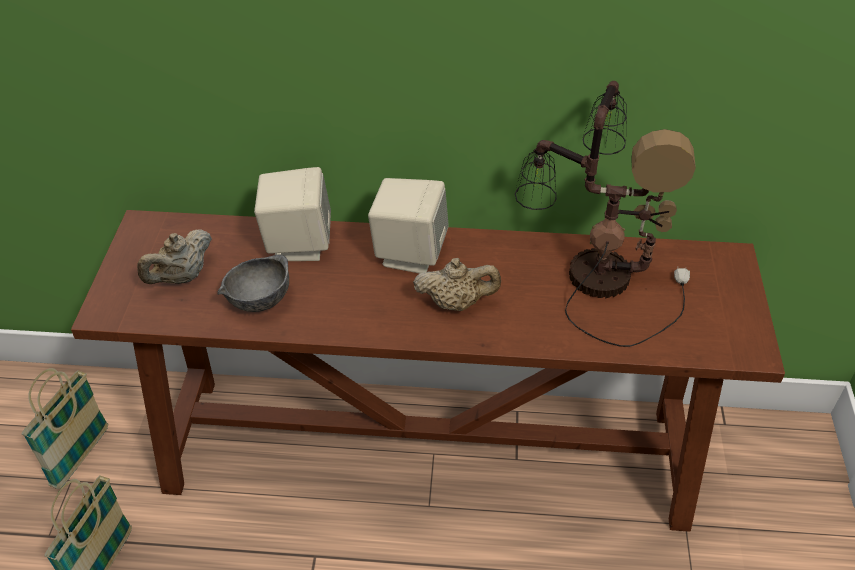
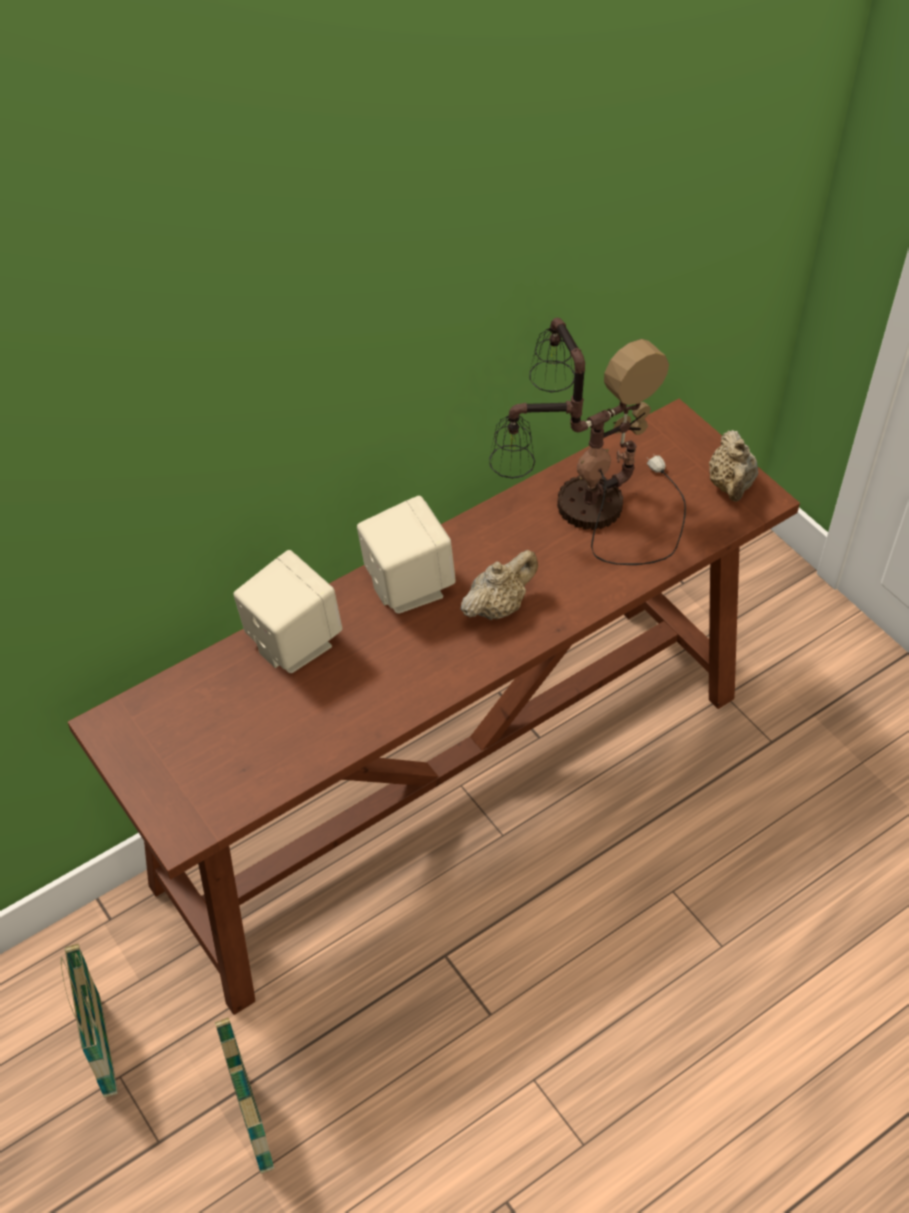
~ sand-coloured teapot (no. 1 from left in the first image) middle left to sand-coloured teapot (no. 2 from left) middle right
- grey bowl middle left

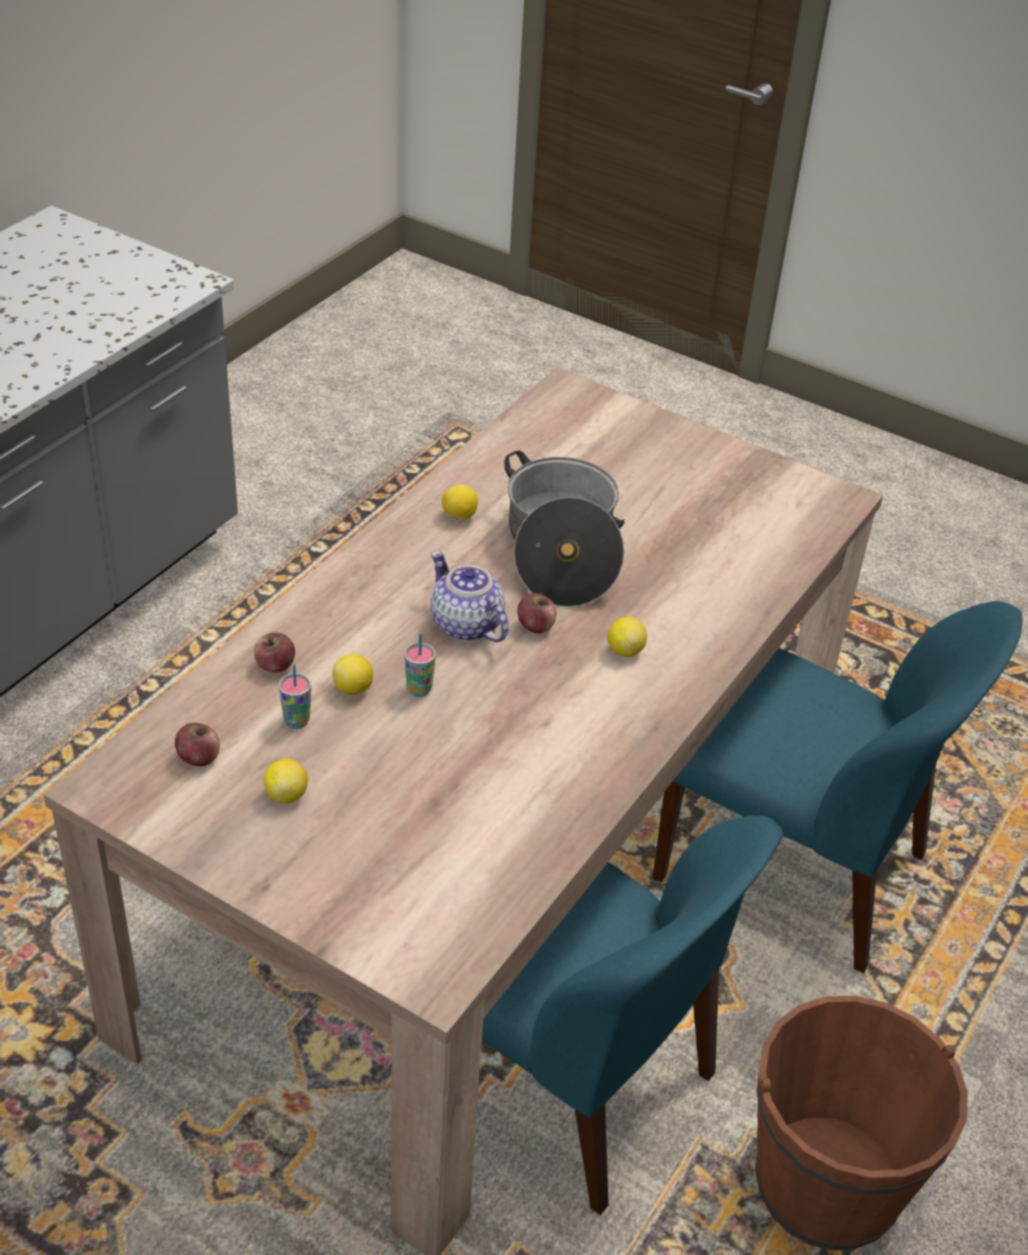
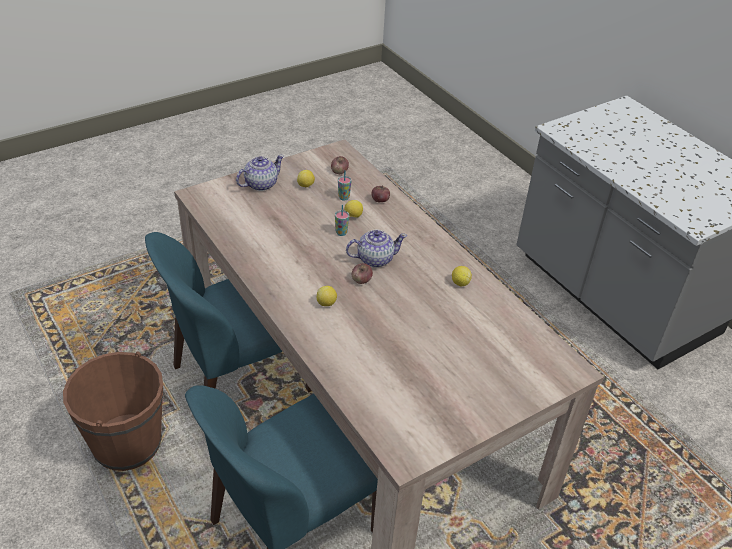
- saucepot centre
+ teapot (no. 1 from left) top centre

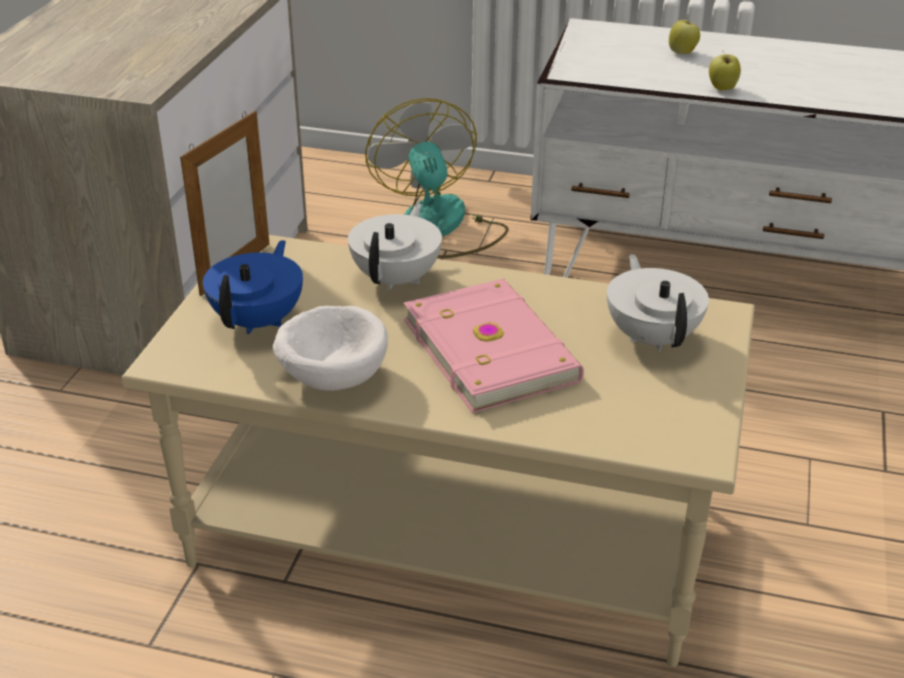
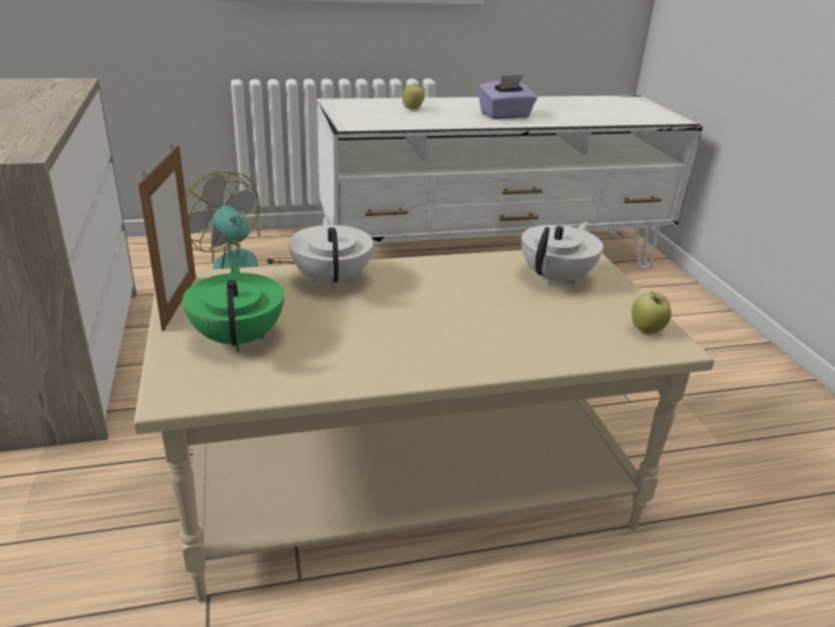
~ apple fruit (no. 2 from left) top right to middle right
~ blue-coloured teapot middle left to green teapot middle left
~ white teapot (no. 2 from left) middle right = middle right 75 degrees clockwise
- pinkish volume centre
- white bowl centre
+ purplish tissue box top centre

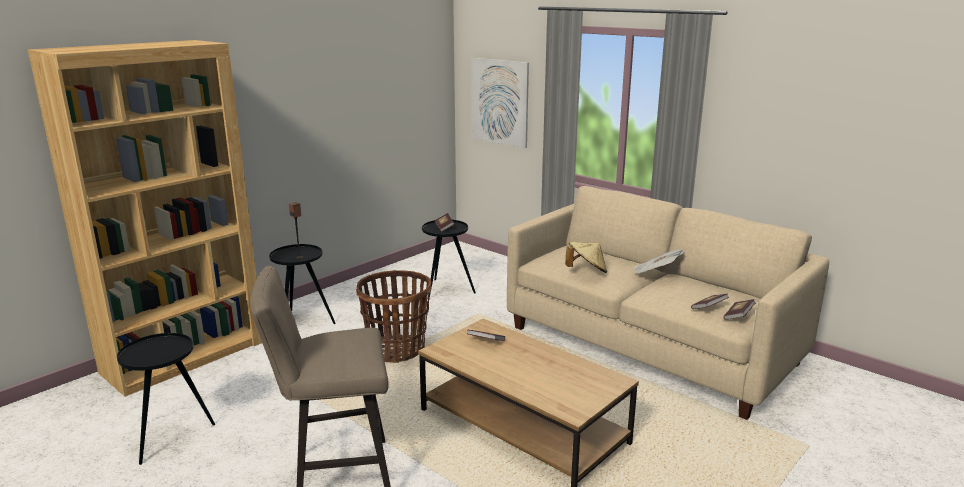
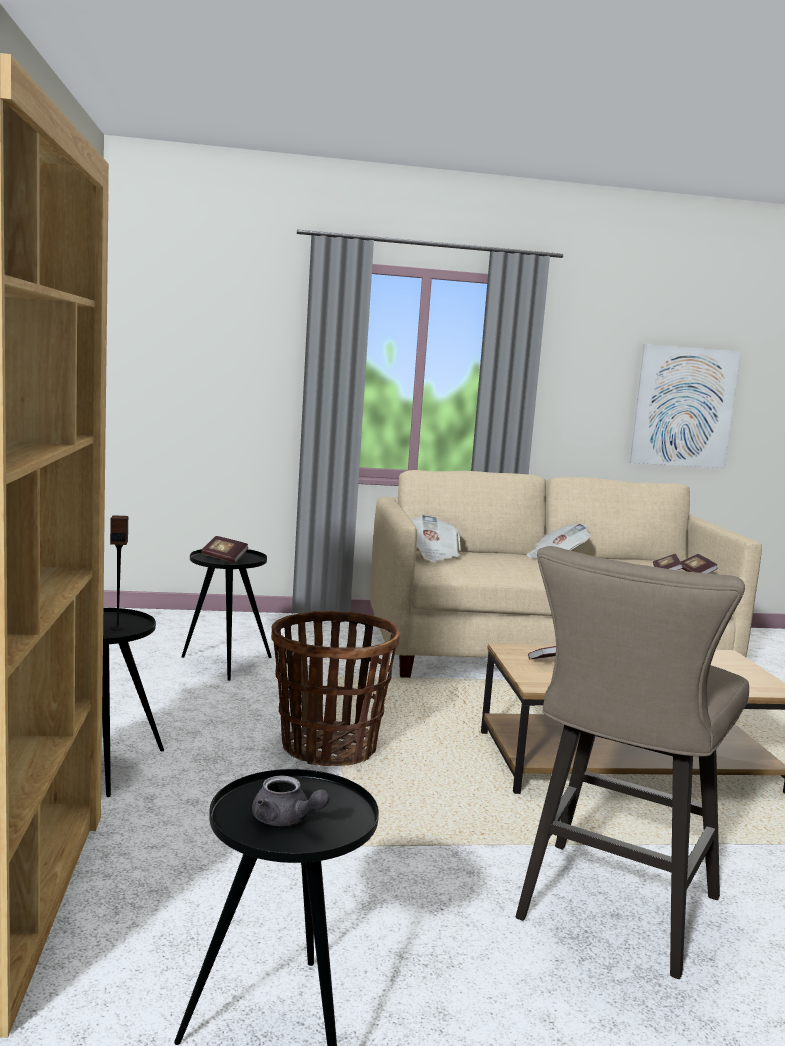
~ wall art top centre to middle right
- sand-coloured hat centre
+ printed paper (no. 1 from left) centre
+ grey teapot bottom centre

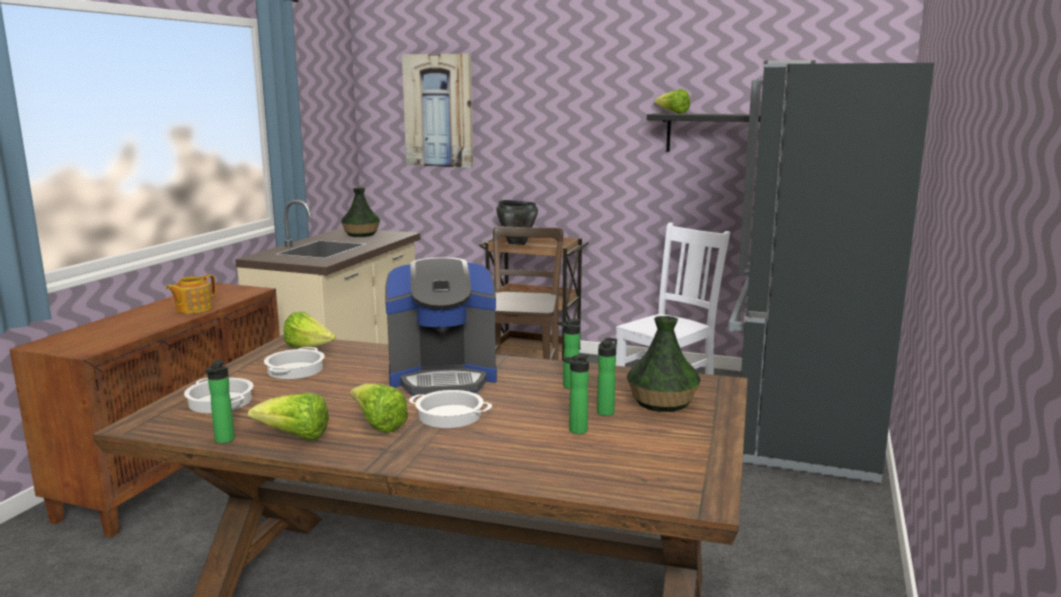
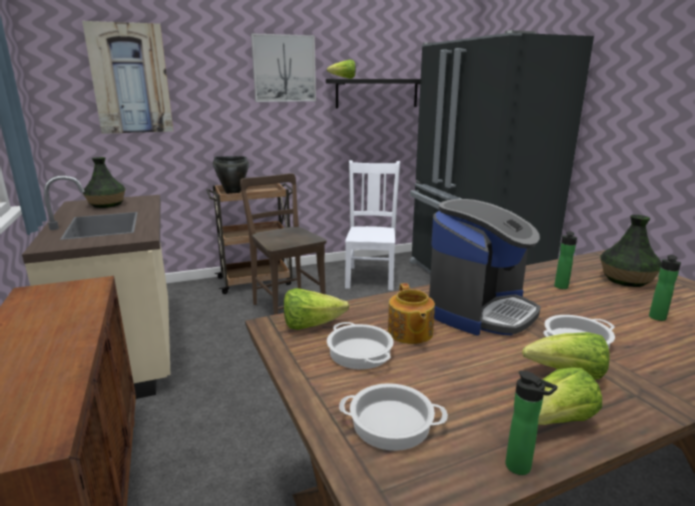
~ teapot middle left to centre
- drink bottle (no. 4 from left) centre
+ wall art (no. 2 from left) top centre

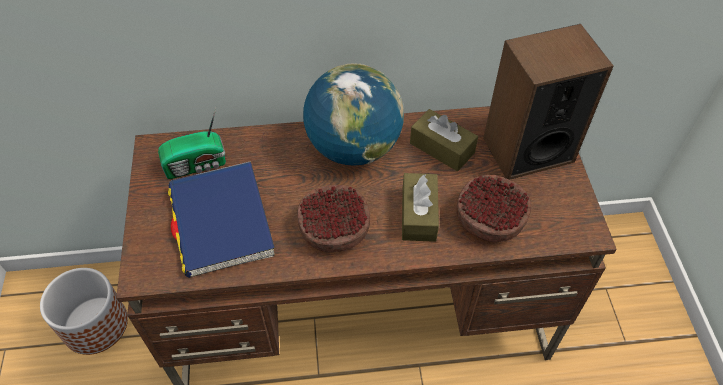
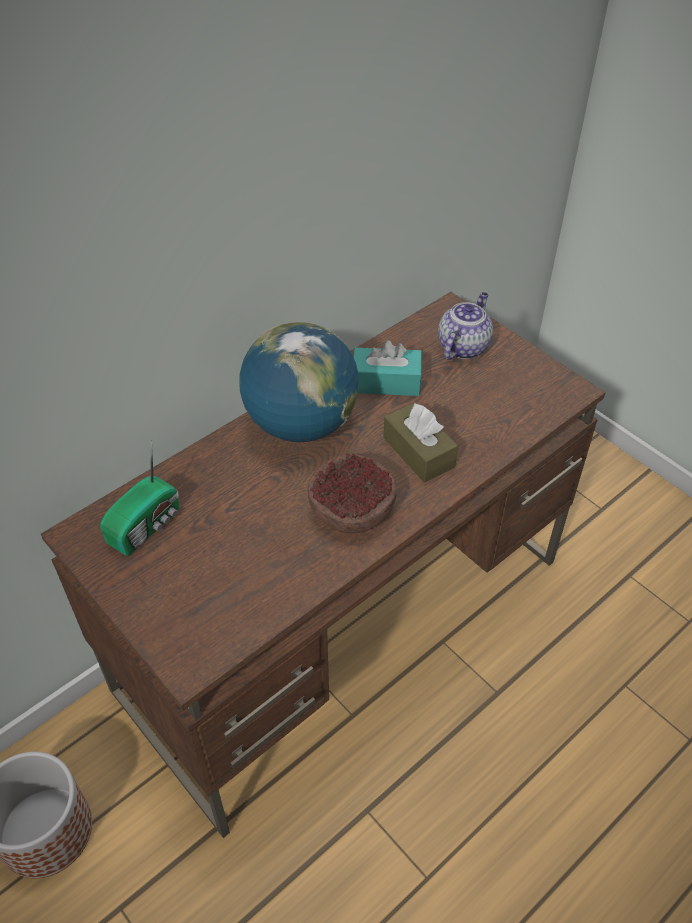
~ audio speaker top right to teapot middle right
~ brown tissue box (no. 2 from left) centre to blue-green tissue box centre
- blue-coloured volume middle left
- bowl (no. 2 from left) middle right

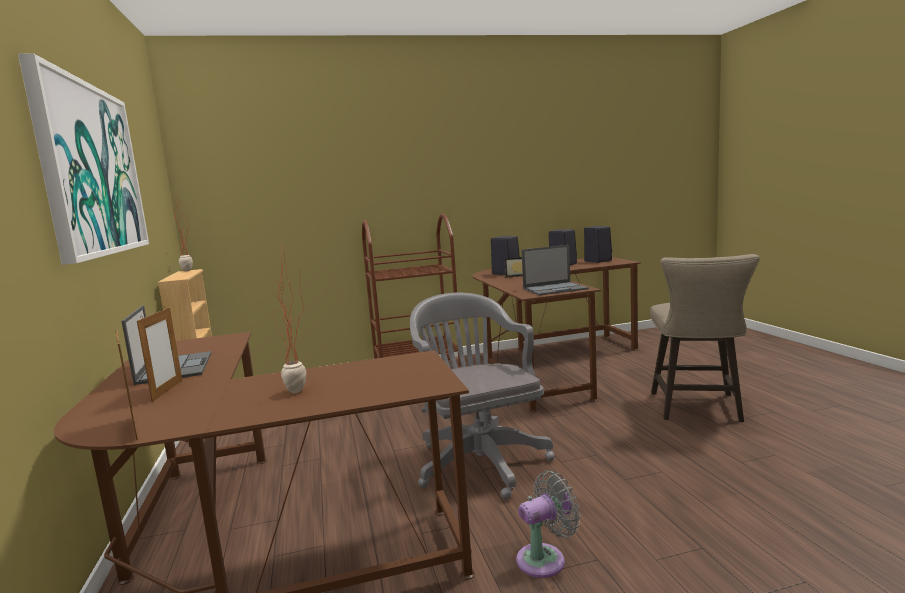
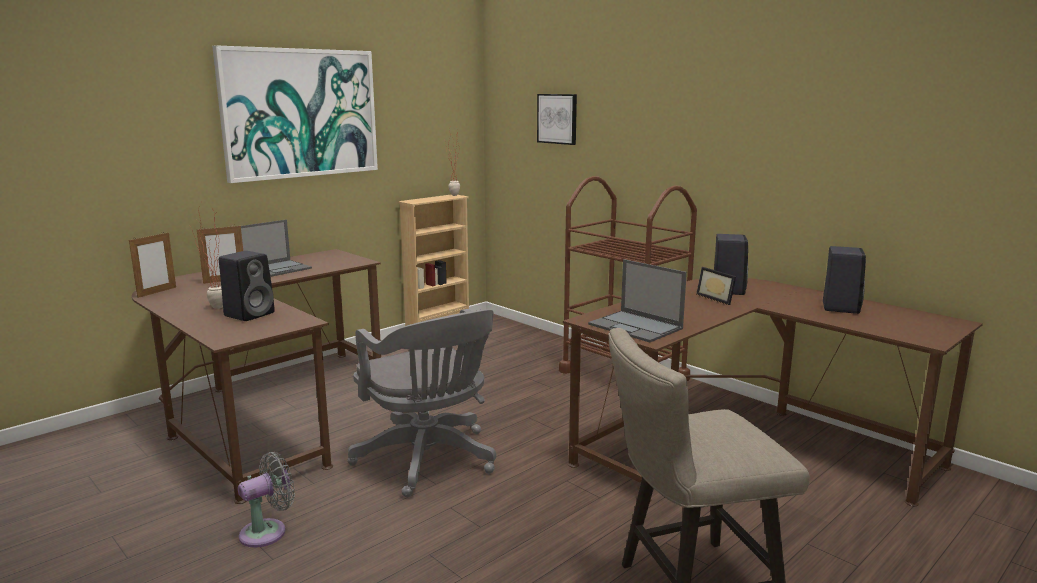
~ black-coloured audio speaker (no. 3 from left in the first image) centre to black-coloured audio speaker (no. 1 from left) middle left
~ grey office chair bottom centre = bottom centre 105 degrees clockwise
~ grey electric fan bottom centre = bottom left 75 degrees counterclockwise
+ wall art (no. 2 from left) top centre

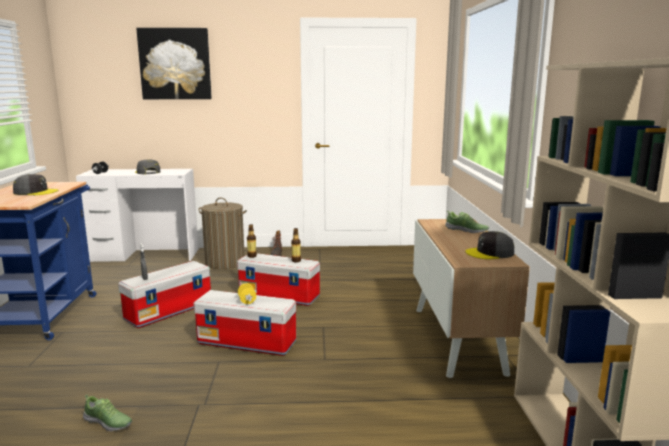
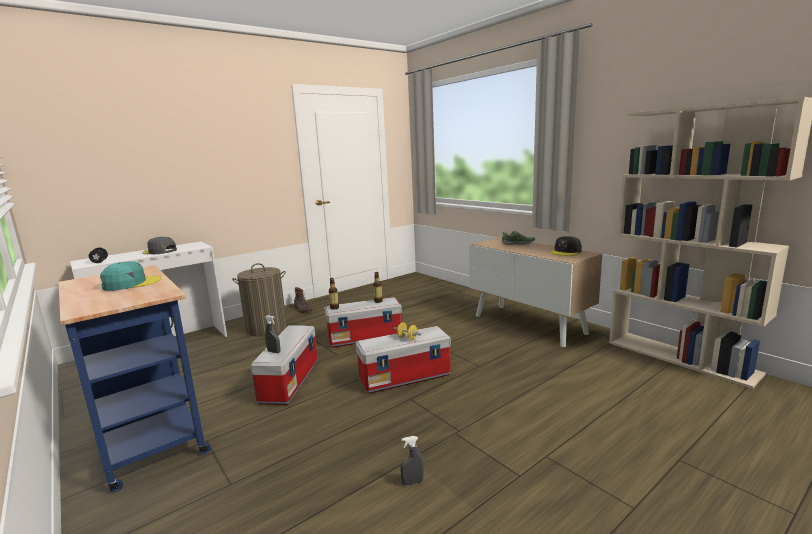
- wall art top left
~ grey cap (no. 1 from left) middle left to blue-green cap middle left
~ shoe (no. 1 from left) bottom left to grey hand sprayer (no. 2 from left) bottom centre

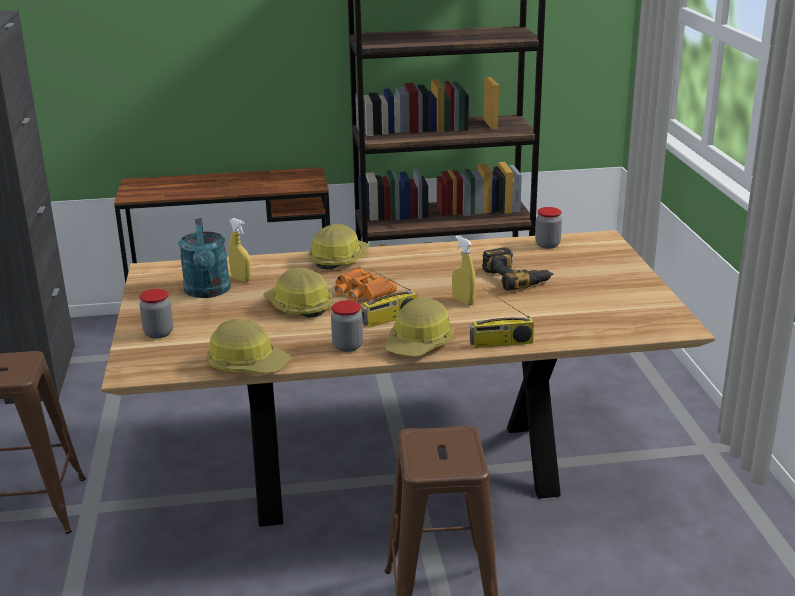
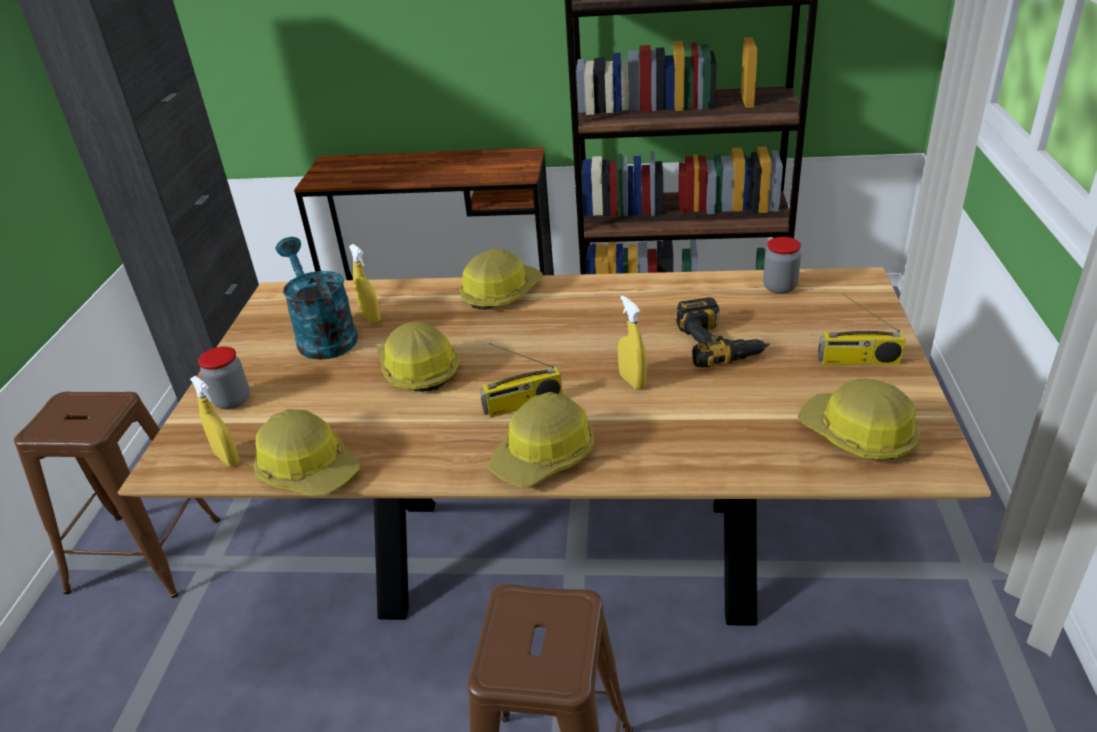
~ blue-green sprinkling can middle left = middle left 150 degrees clockwise
- orange binoculars centre
~ radio (no. 2 from left) centre to middle right
- preserve jar (no. 2 from left) centre
+ yellowish hand sprayer (no. 1 from left) middle left
+ safety helmet (no. 5 from left) middle right

